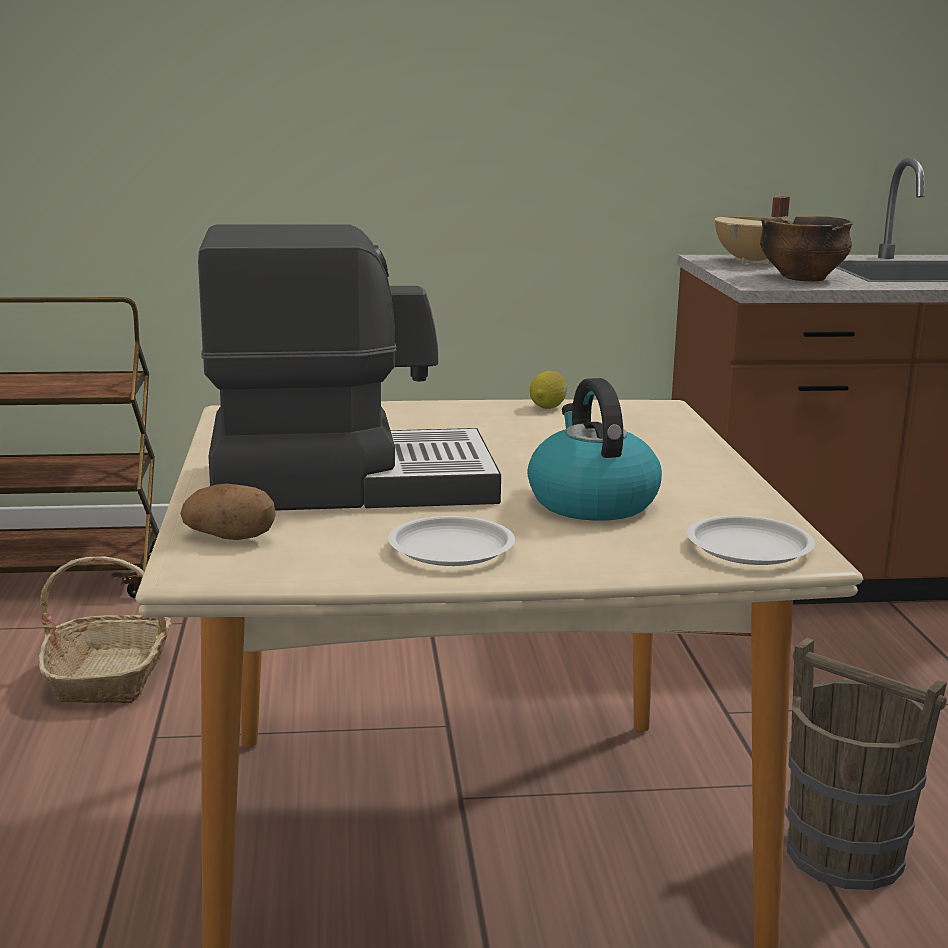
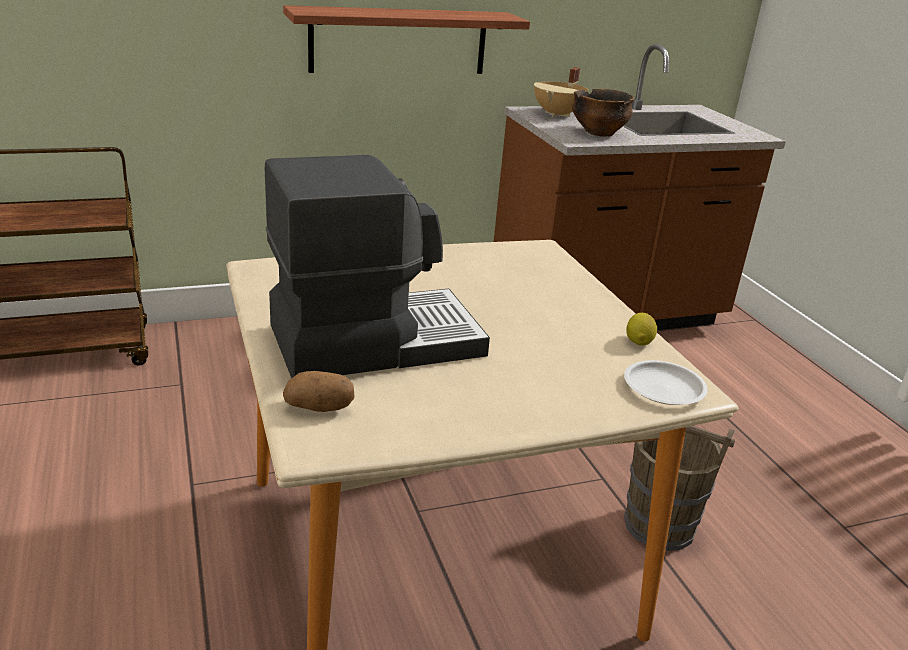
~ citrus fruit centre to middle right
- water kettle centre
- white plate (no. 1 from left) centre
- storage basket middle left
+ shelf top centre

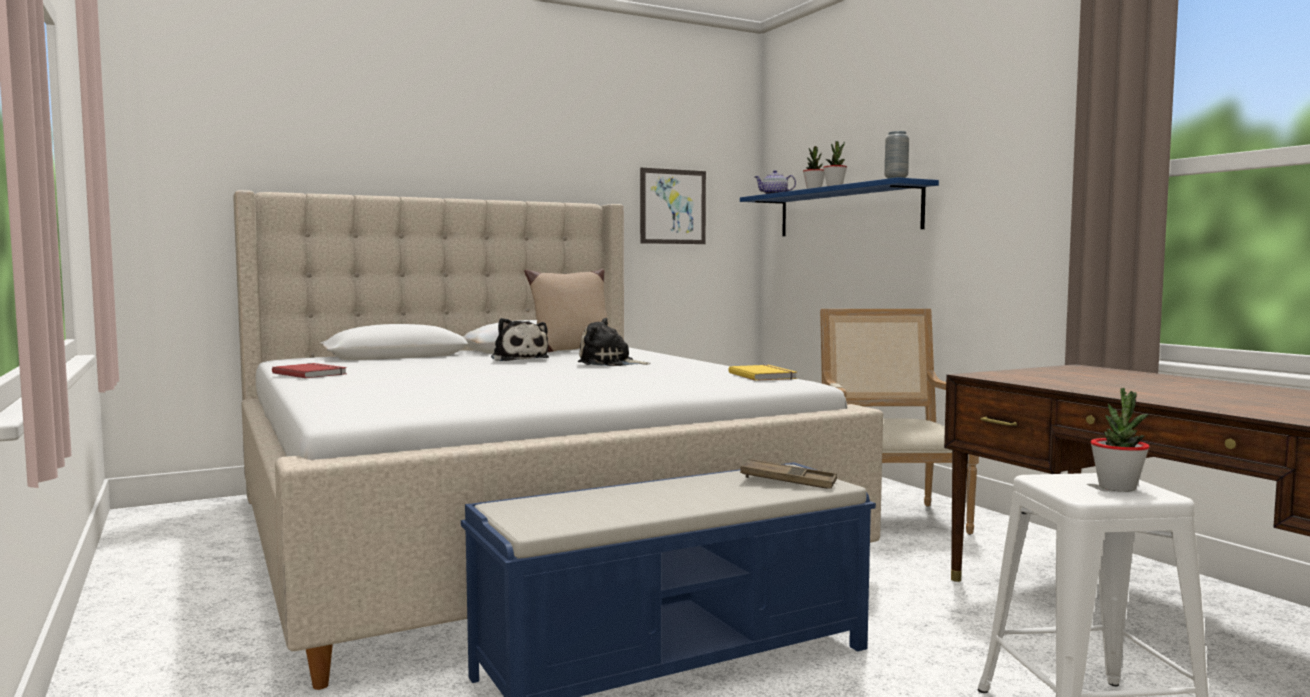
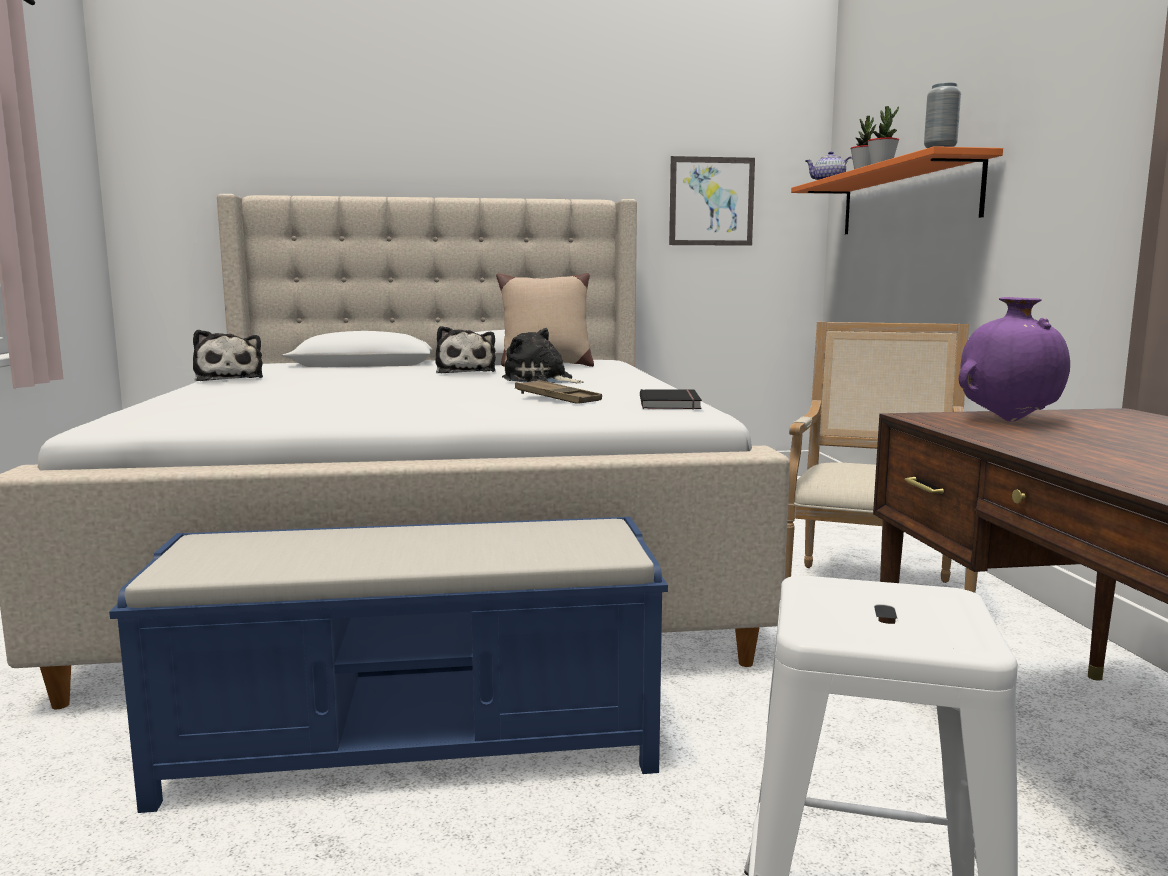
~ blue-coloured shelf top centre to orange shelf top right
~ reddish volume middle left to cuddly toy (no. 1 from left) middle left
~ yellowish volume centre to black-coloured volume centre
- plant in a pot (no. 3 from left) middle right
~ brown carrying tray bottom centre to centre
+ purplish vase middle right

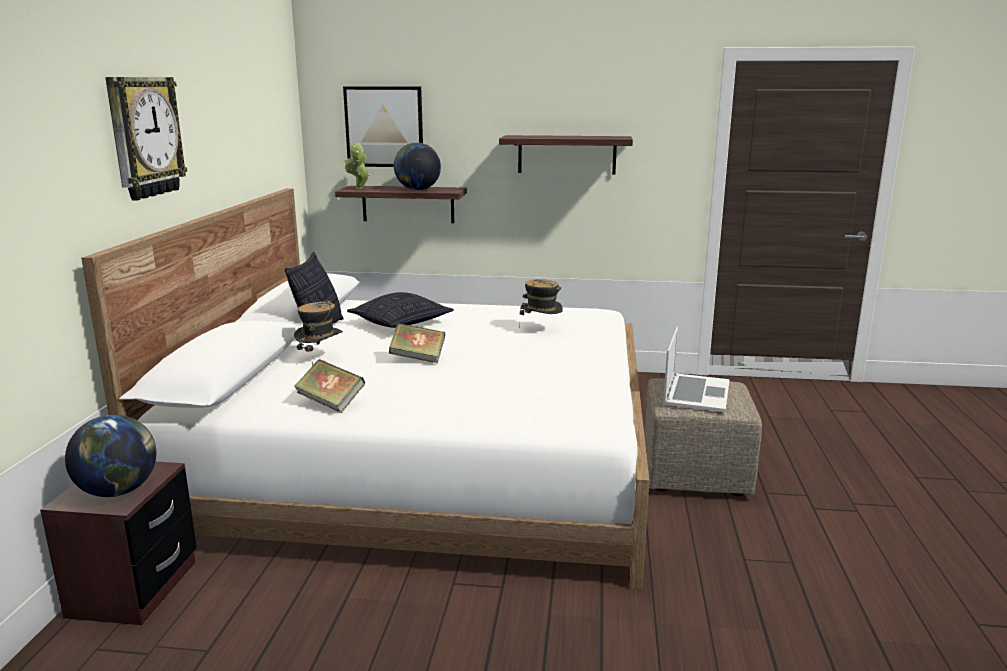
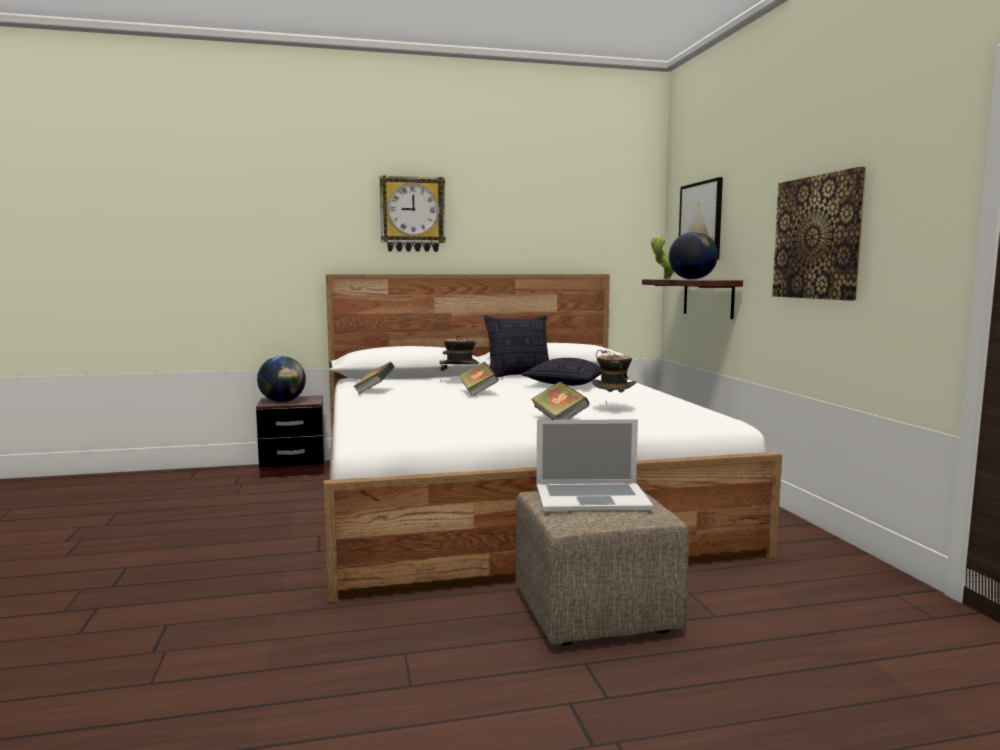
~ shelf (no. 2 from left) top centre to wall art (no. 2 from left) top right
+ volume (no. 3 from left) centre

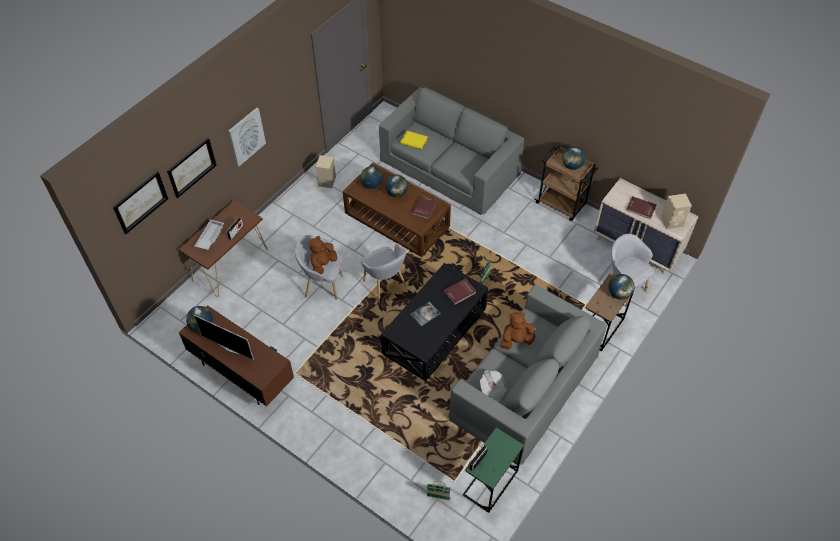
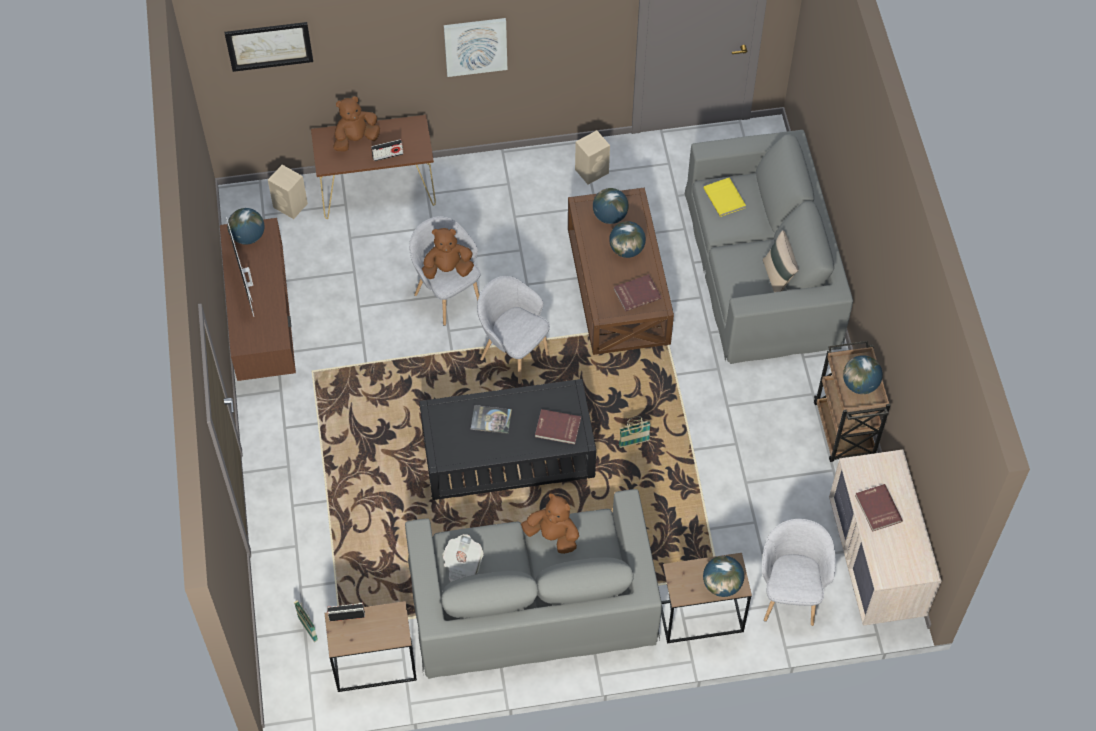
- wall art (no. 2 from left) top left
~ sand-coloured audio speaker (no. 2 from left in the first image) middle right to sand-coloured audio speaker (no. 1 from left) top left
~ white carrying tray middle left to brown cuddly toy (no. 1 from left) top left
~ grey lounge chair (no. 2 from left) centre = centre 120 degrees clockwise
~ green end table bottom centre to brown end table (no. 1 from left) bottom centre
+ sand-coloured cushion middle right

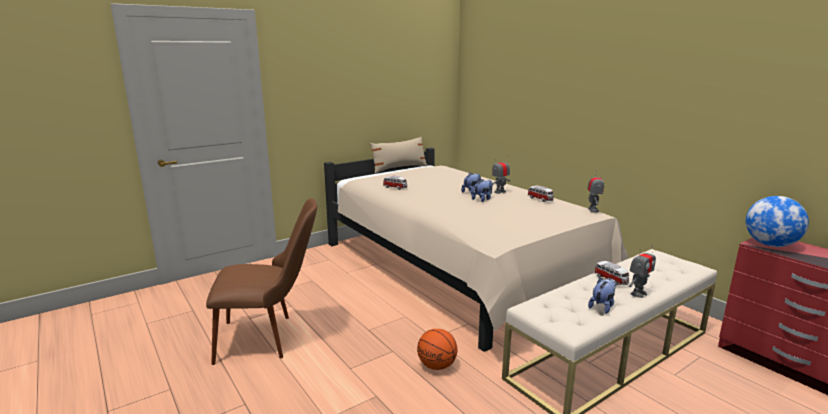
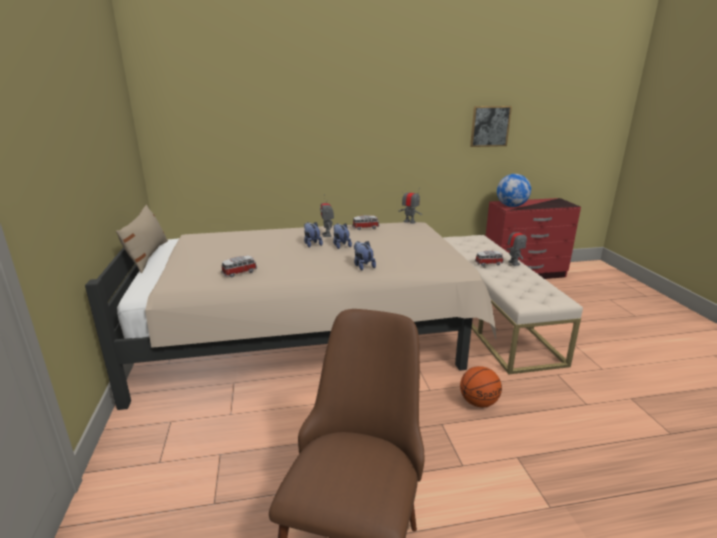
~ cuddly toy (no. 3 from left) bottom right to centre
+ wall art top right

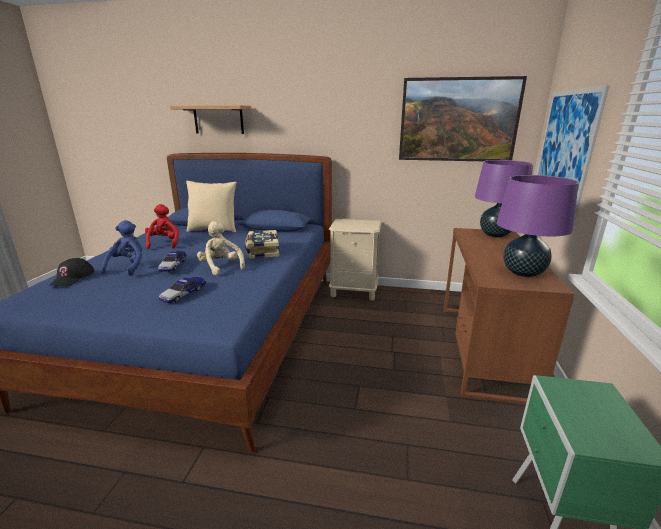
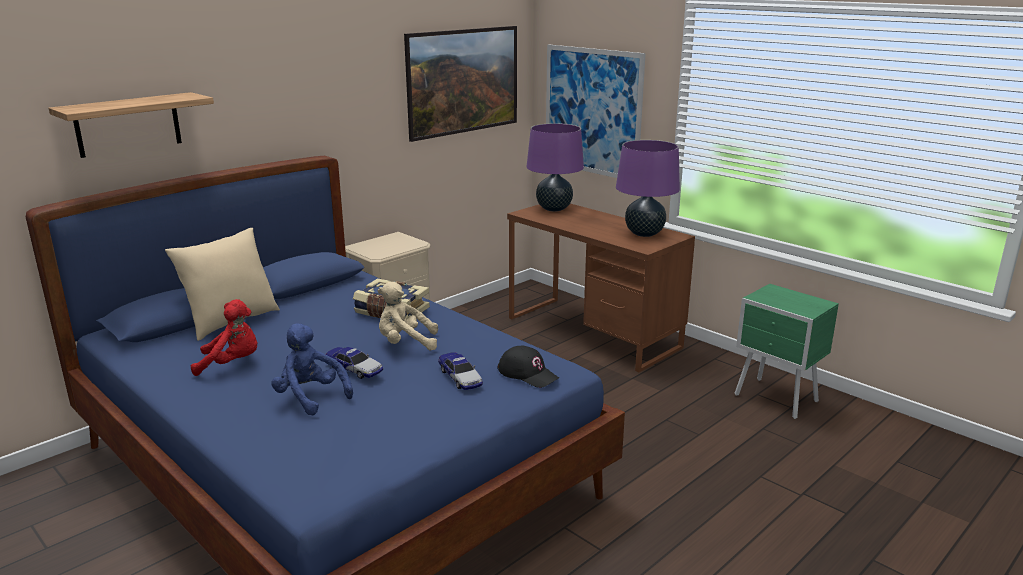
~ reddish cuddly toy middle left = middle left 150 degrees clockwise
~ black-coloured cap middle left to centre

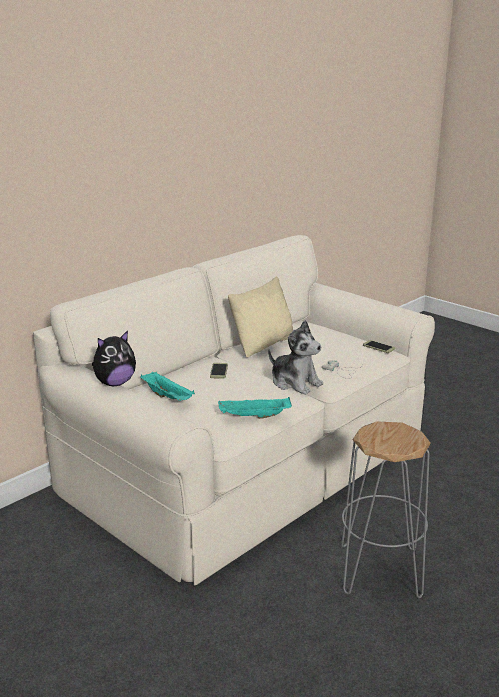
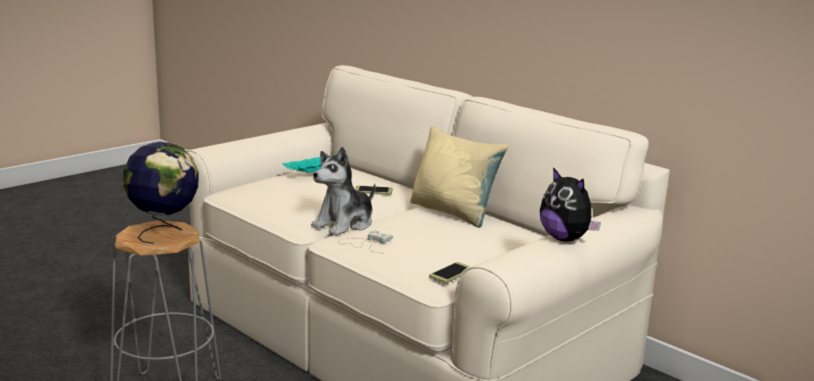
~ cuddly toy (no. 1 from left in the first image) middle left to cuddly toy (no. 2 from left) middle right
- blue-green carrying tray (no. 2 from left) centre
+ globe middle left

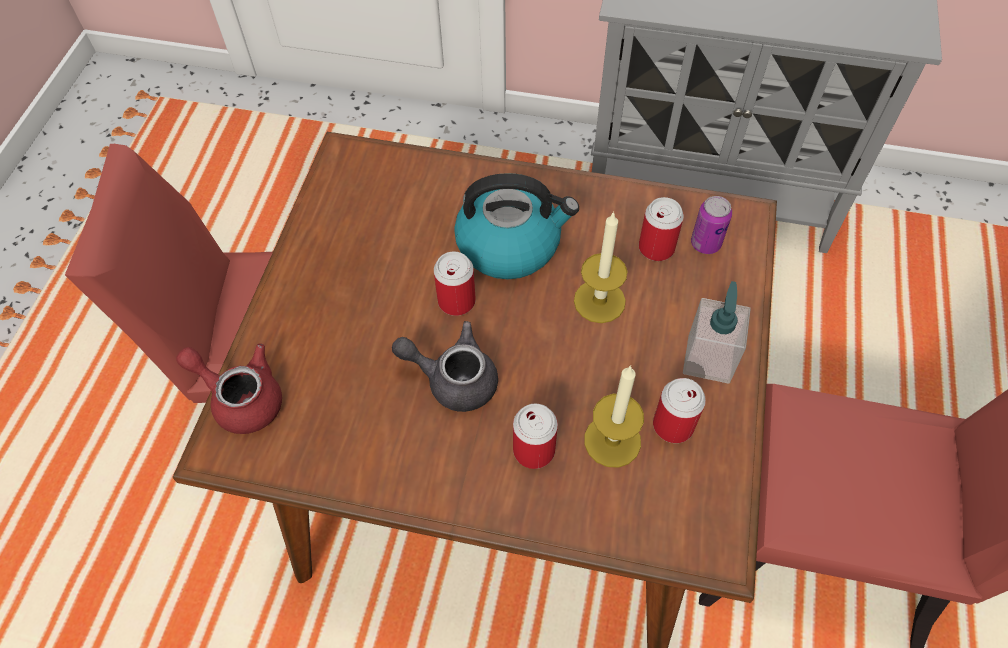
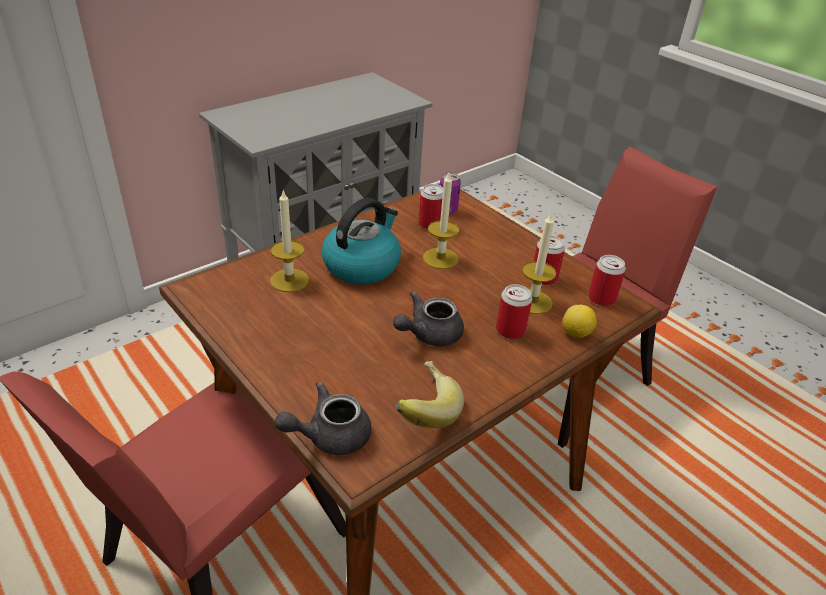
~ can (no. 1 from left in the first image) centre to can (no. 5 from left) middle right
- soap dispenser middle right
~ reddish teapot middle left to grey teapot (no. 1 from left) bottom centre
+ wax candle (no. 1 from left) centre
+ citrus fruit middle right
+ banana centre

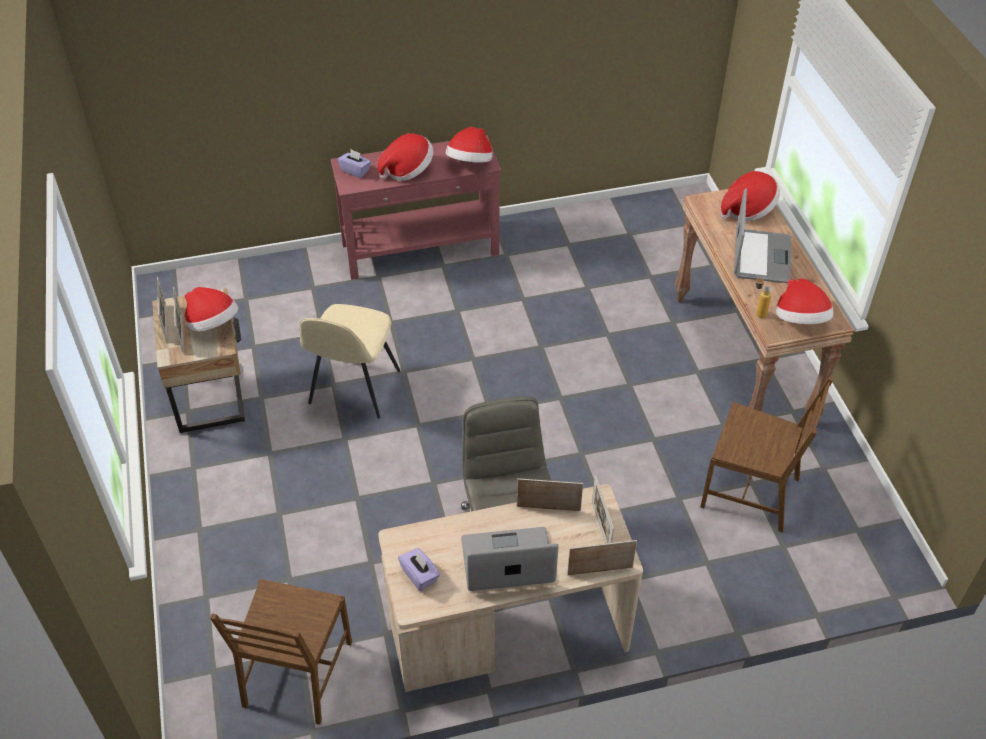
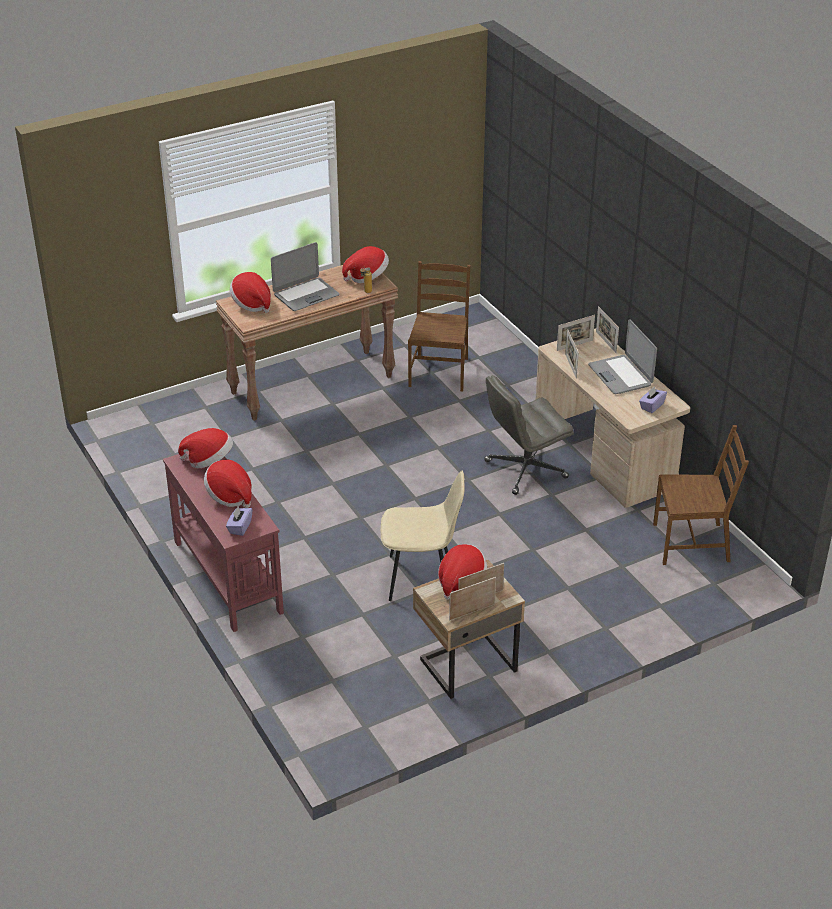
~ laptop (no. 2 from left in the first image) top right = top centre 150 degrees clockwise

